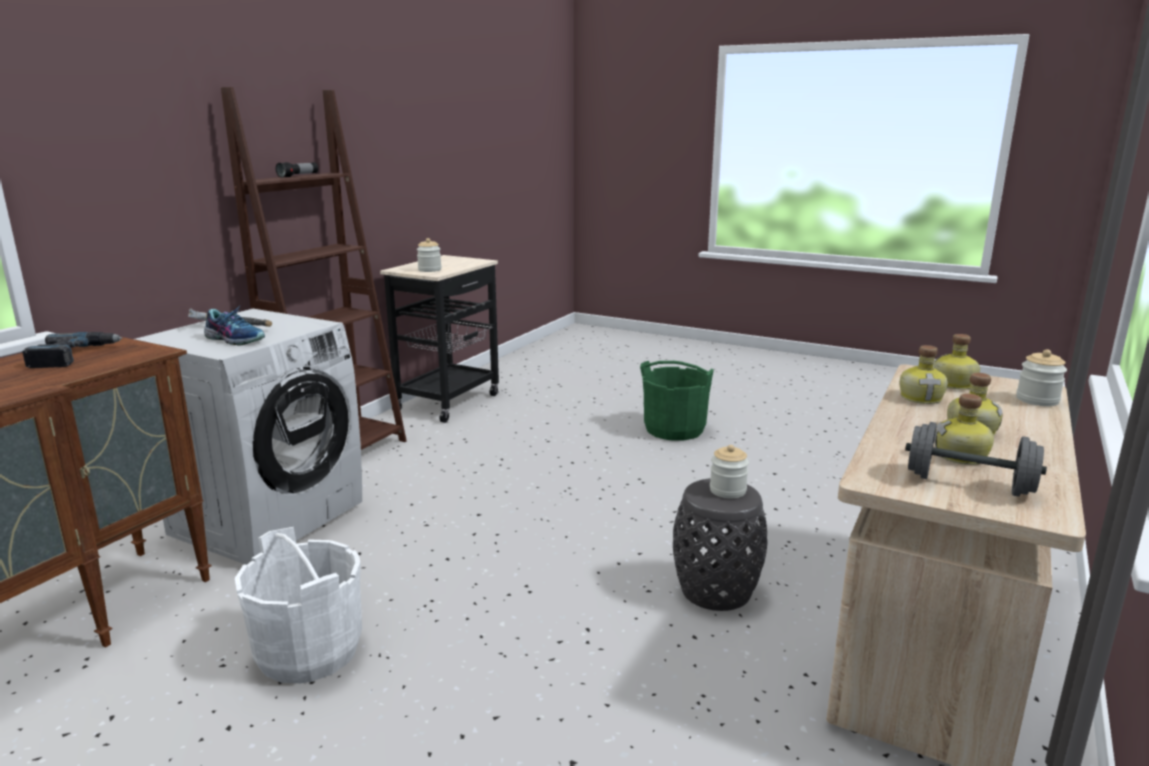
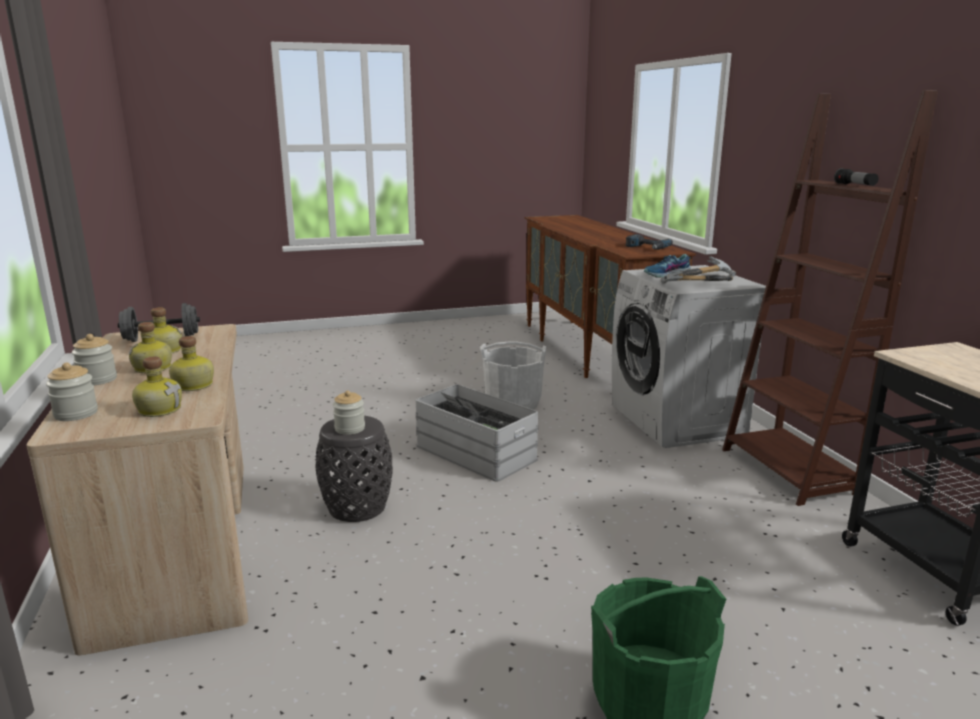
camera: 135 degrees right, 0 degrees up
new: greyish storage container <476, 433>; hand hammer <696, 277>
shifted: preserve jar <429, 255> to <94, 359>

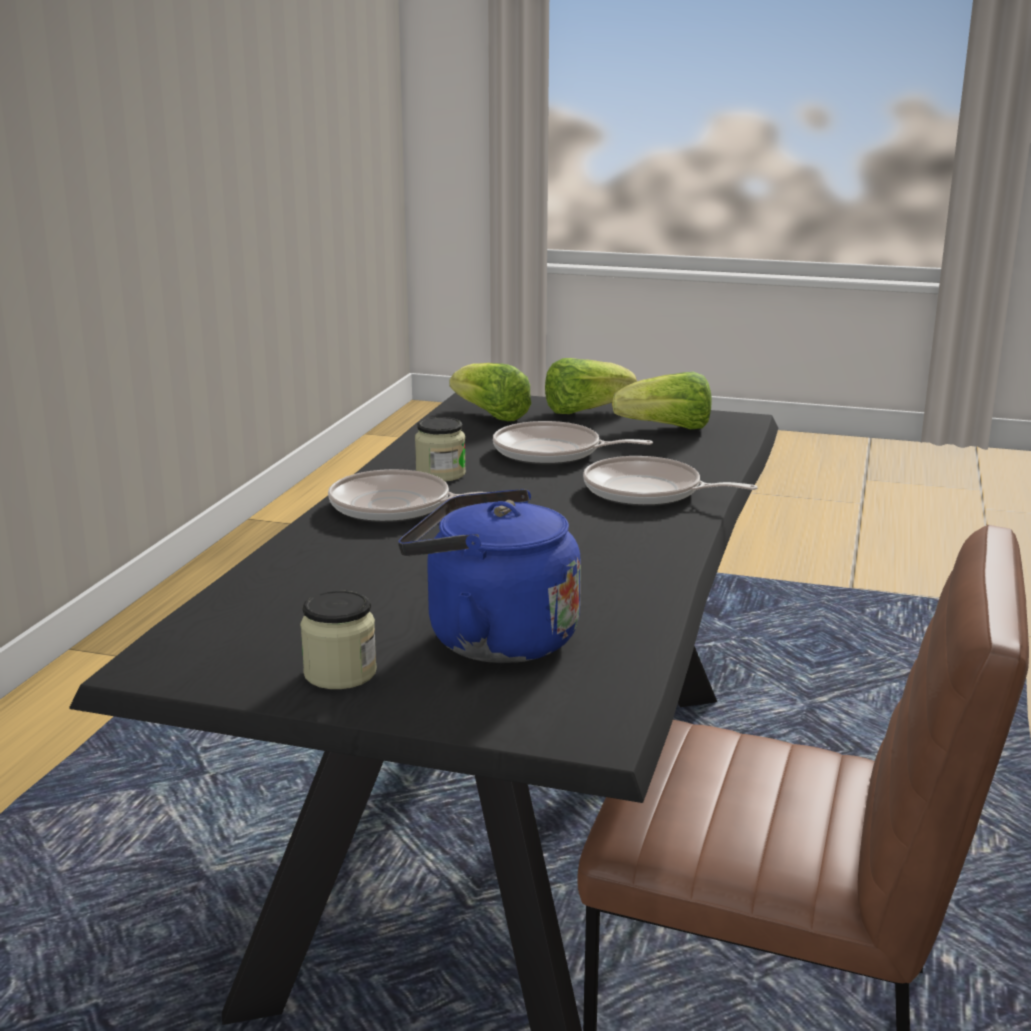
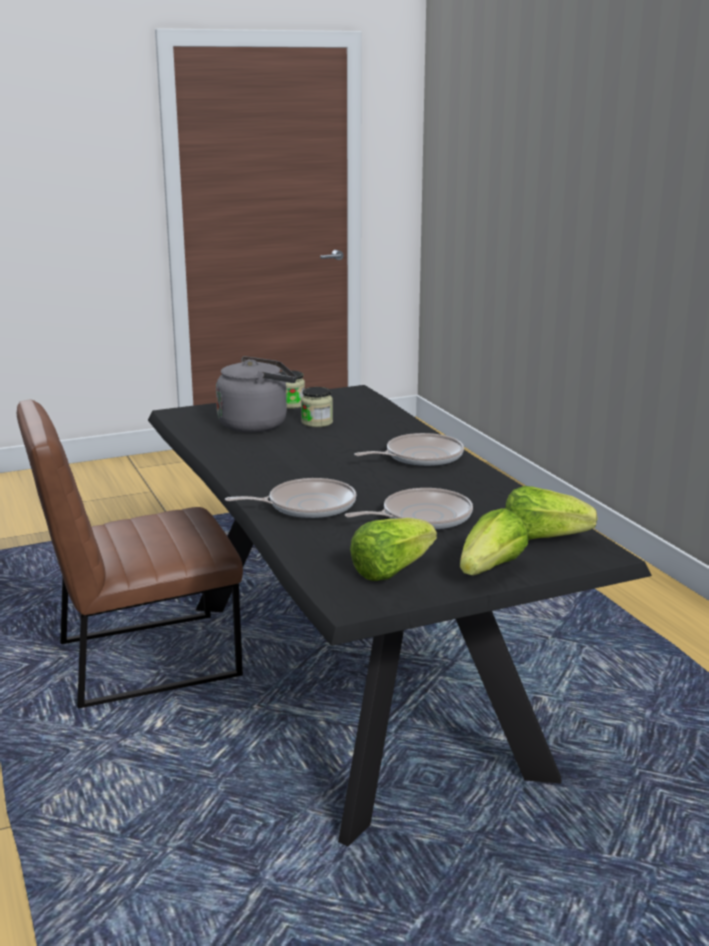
camera: 140 degrees right, 0 degrees up
shifted: preserve jar <440, 449> to <317, 407>
repainted: bluish water kettle <489, 576> to greyish water kettle <256, 394>

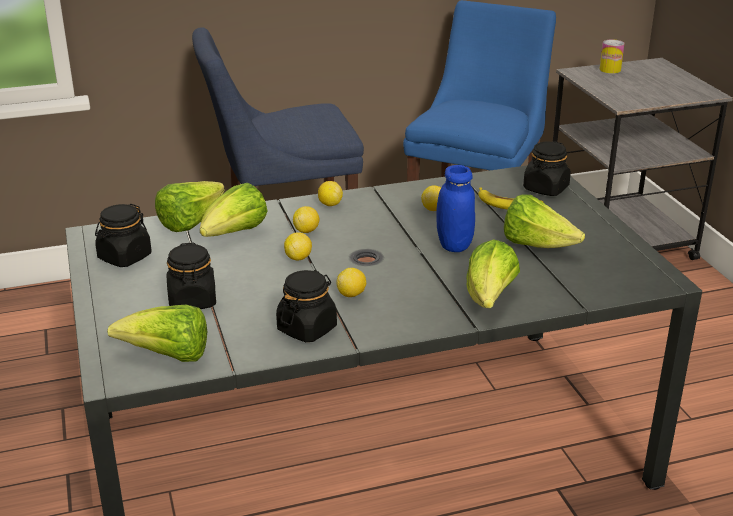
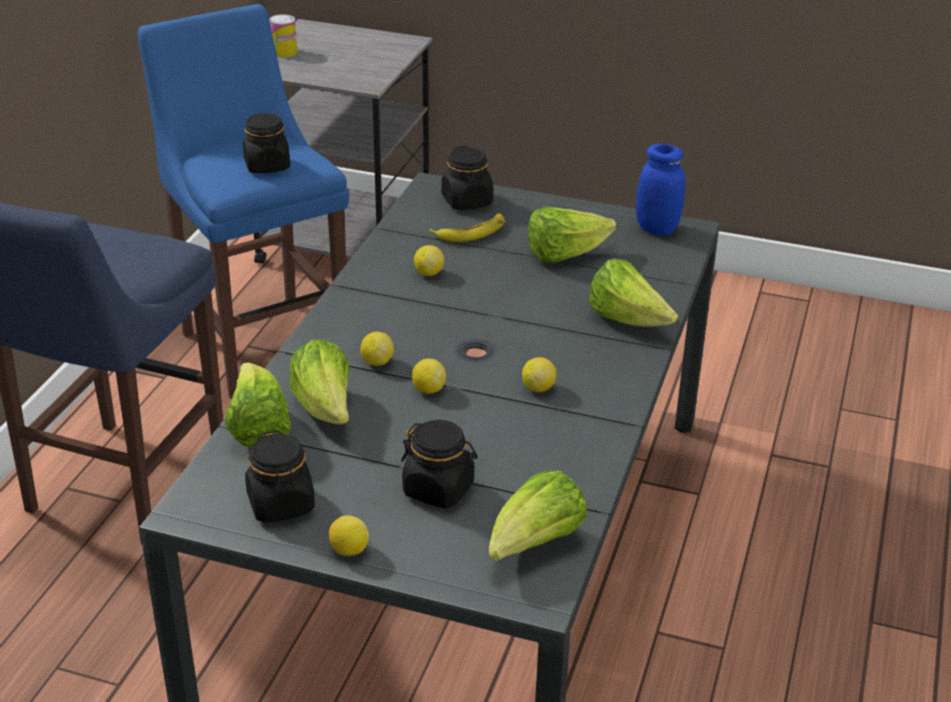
camera: 55 degrees left, 5 degrees up
shifted: black-coloured preserve jar <306, 306> to <266, 143>; lemon <330, 193> to <349, 535>; bluish preserve jar <455, 208> to <661, 189>

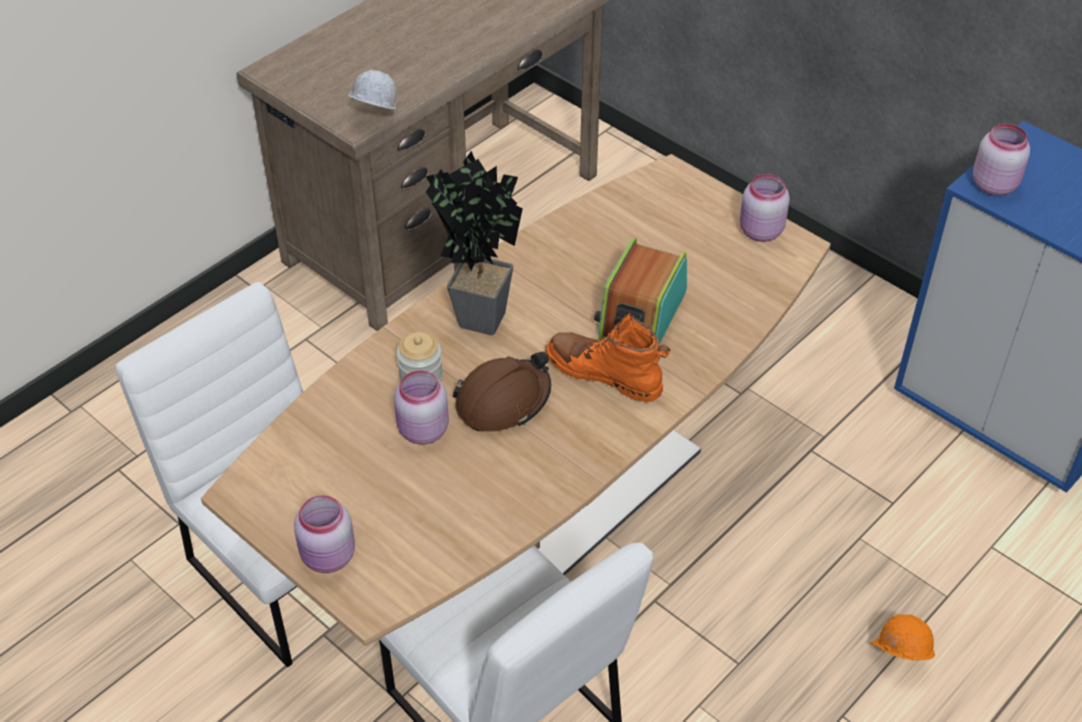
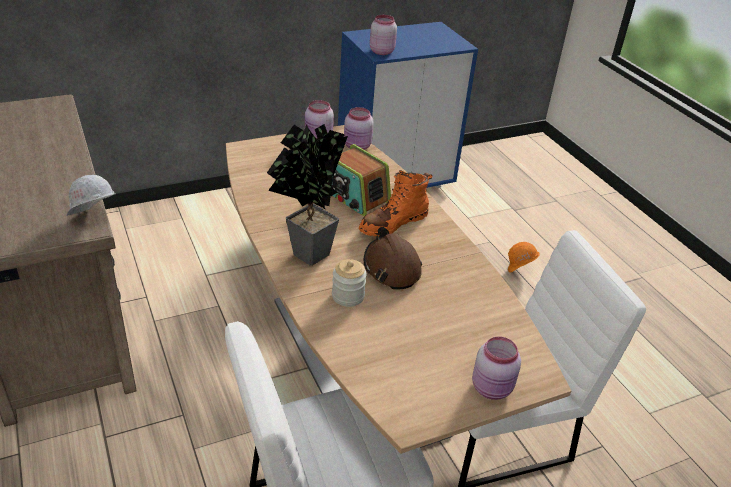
camera: 70 degrees left, 10 degrees down
shifted: pinkish preserve jar <421, 407> to <359, 128>

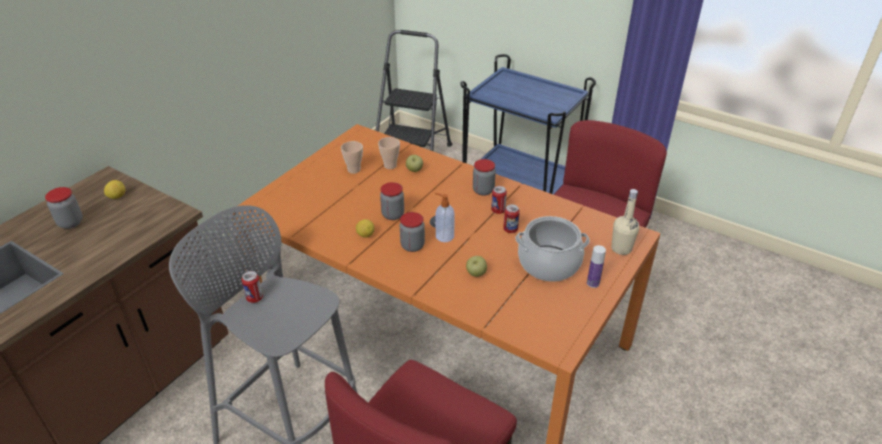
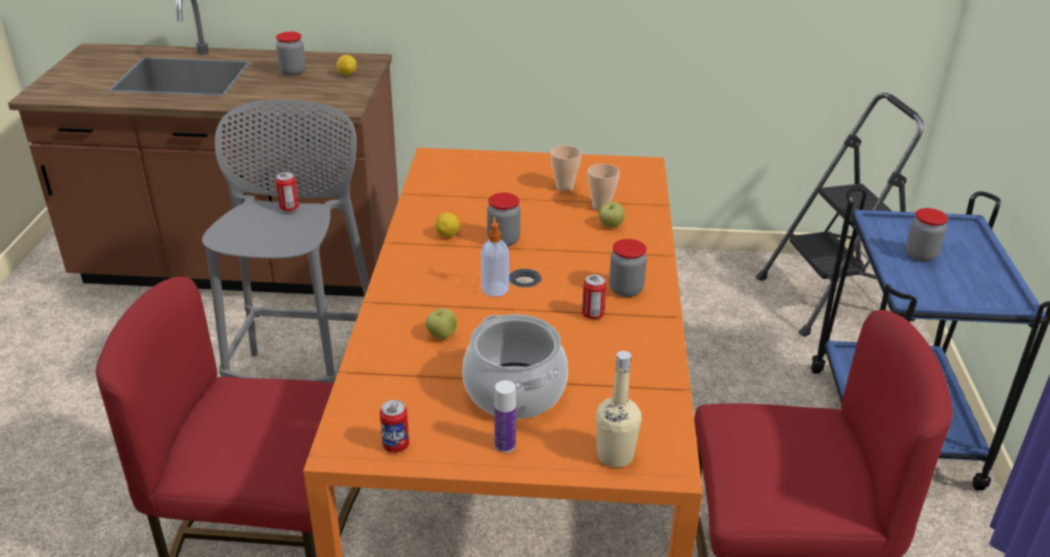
camera: 60 degrees right, 5 degrees down
shifted: sealed can <511, 218> to <394, 426>; preserve jar <412, 232> to <927, 235>

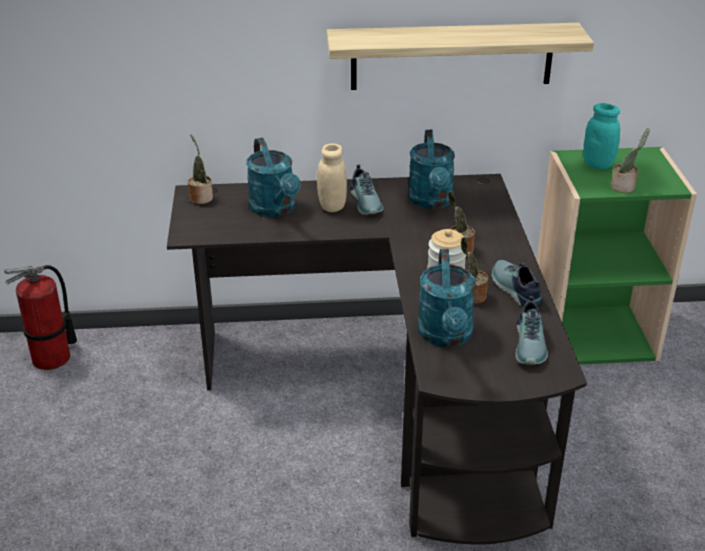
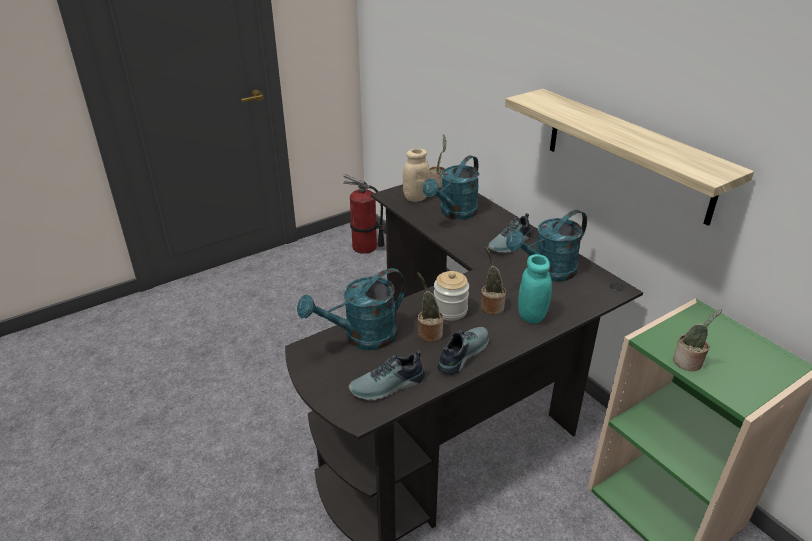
camera: 60 degrees right, 0 degrees up
shifted: beige preserve jar <332, 178> to <416, 175>; turquoise preserve jar <601, 136> to <535, 289>

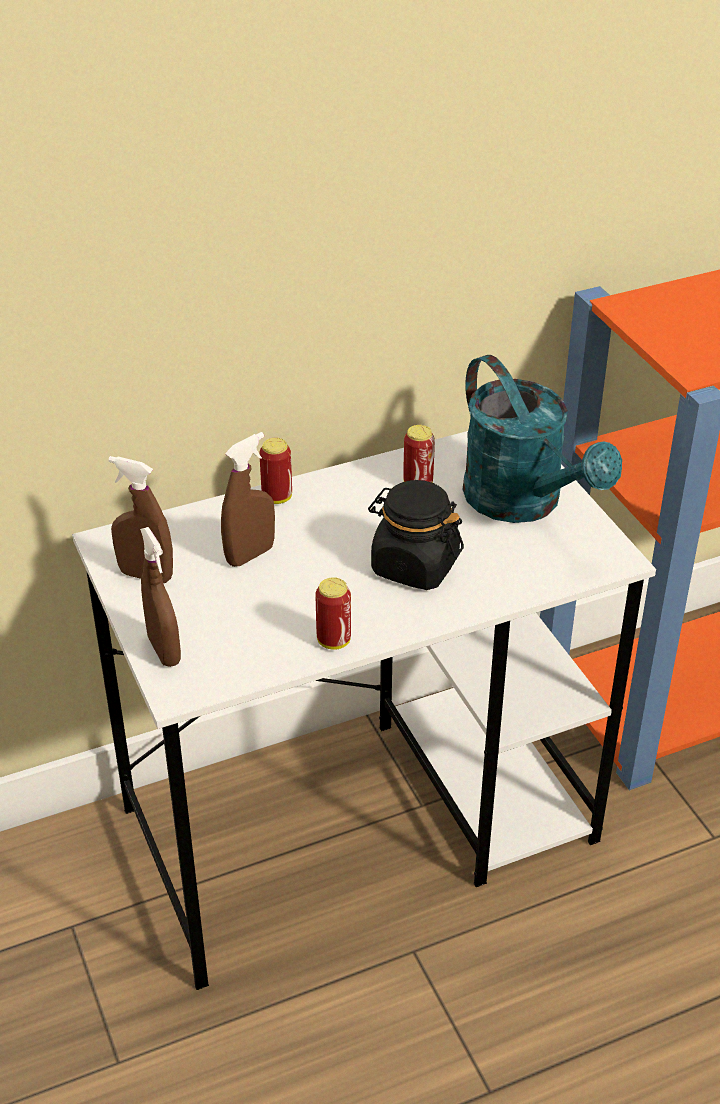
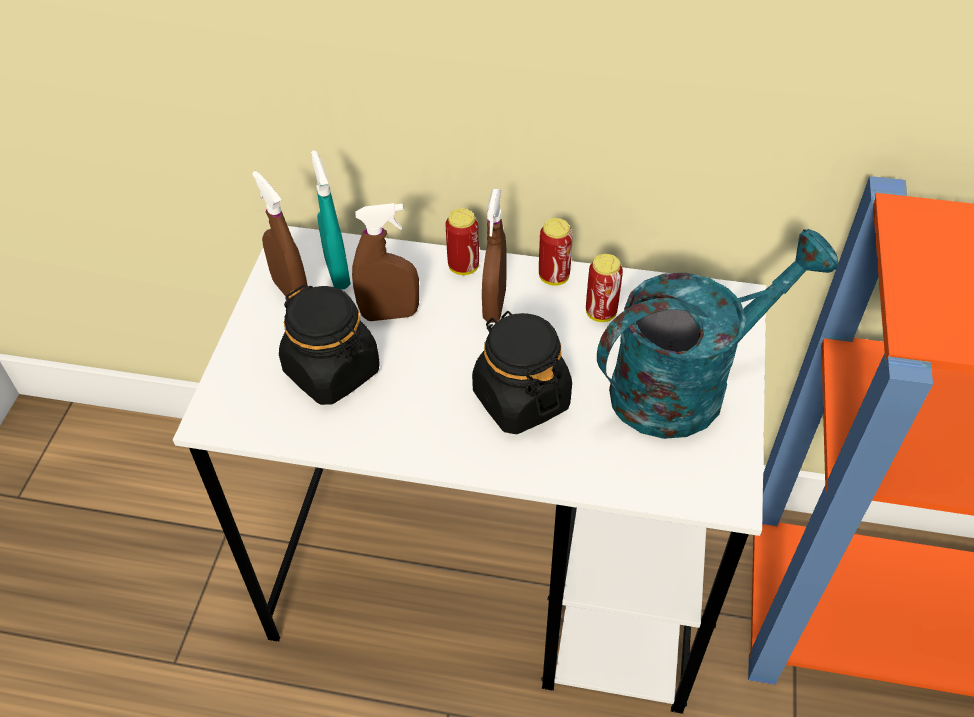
camera: 35 degrees right, 10 degrees up
new: black-coloured preserve jar <329, 344>; turquoise hand sprayer <331, 220>
shifted: brownish hand sprayer <160, 597> to <494, 256>; sealed can <333, 613> to <556, 252>
rotated: turquoise watering pot <542, 439> = <718, 334> 120 degrees counterclockwise

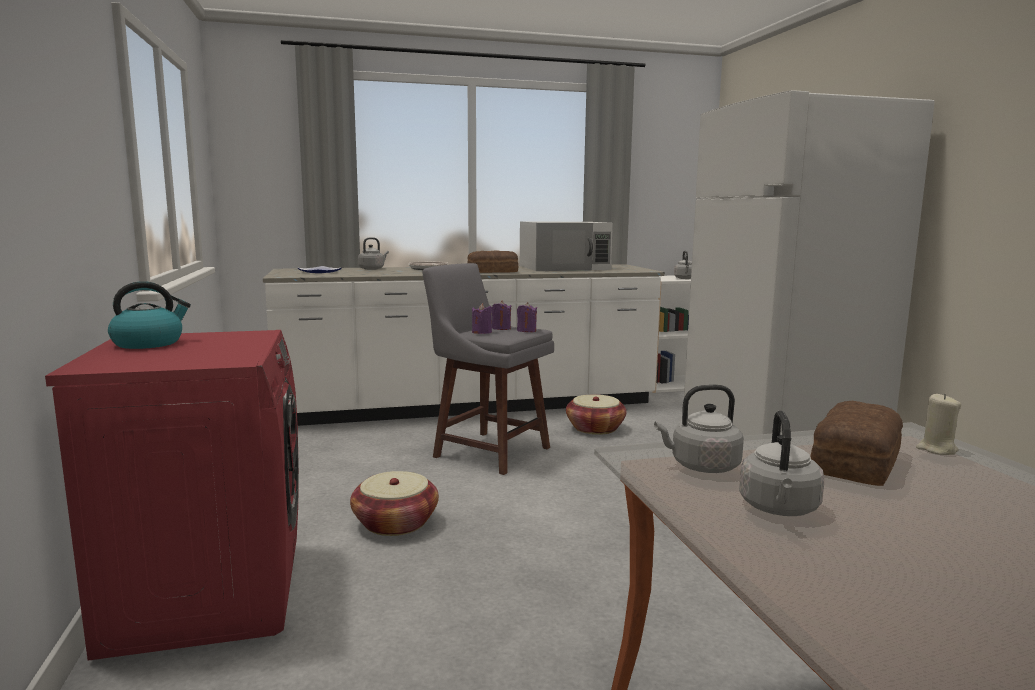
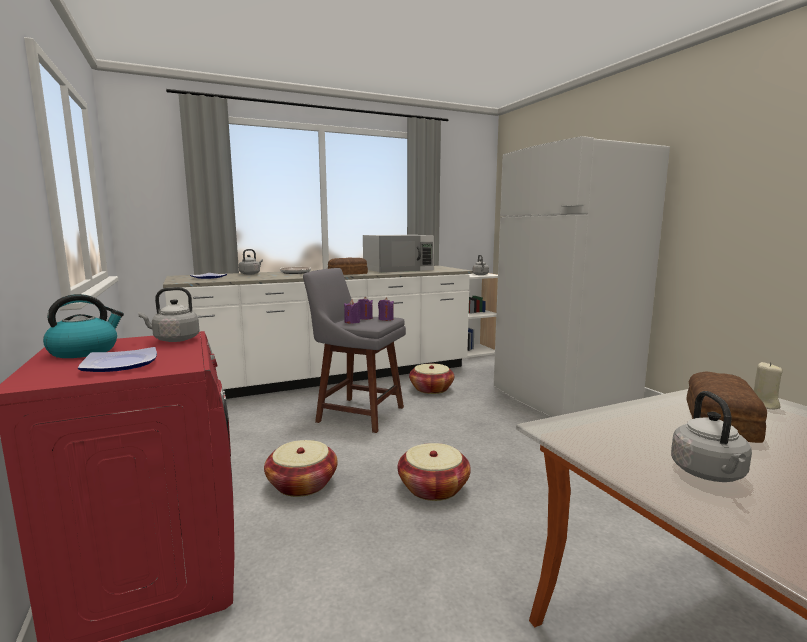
camera: 10 degrees left, 0 degrees up
new: dinner plate <117, 359>; storage basket <434, 472>
shifted: greyish water kettle <699, 429> to <169, 314>

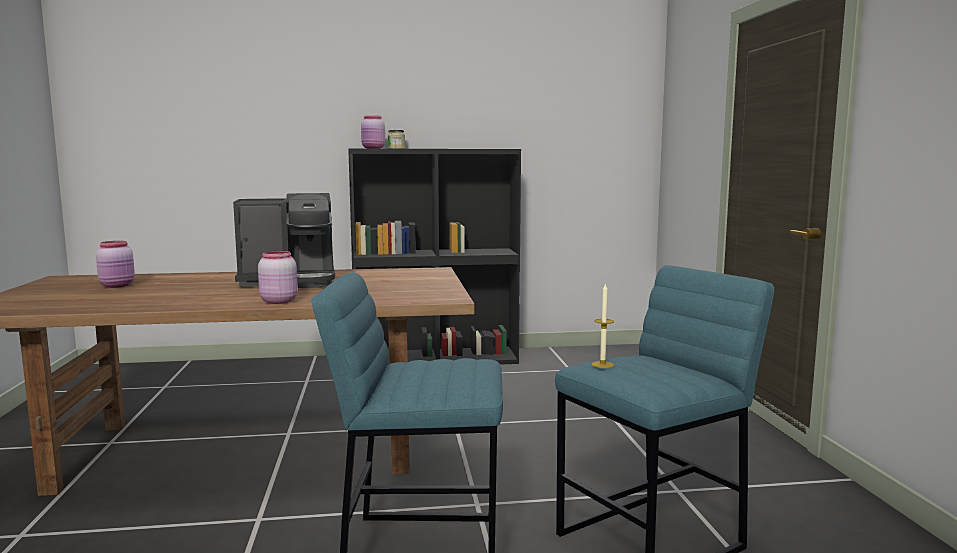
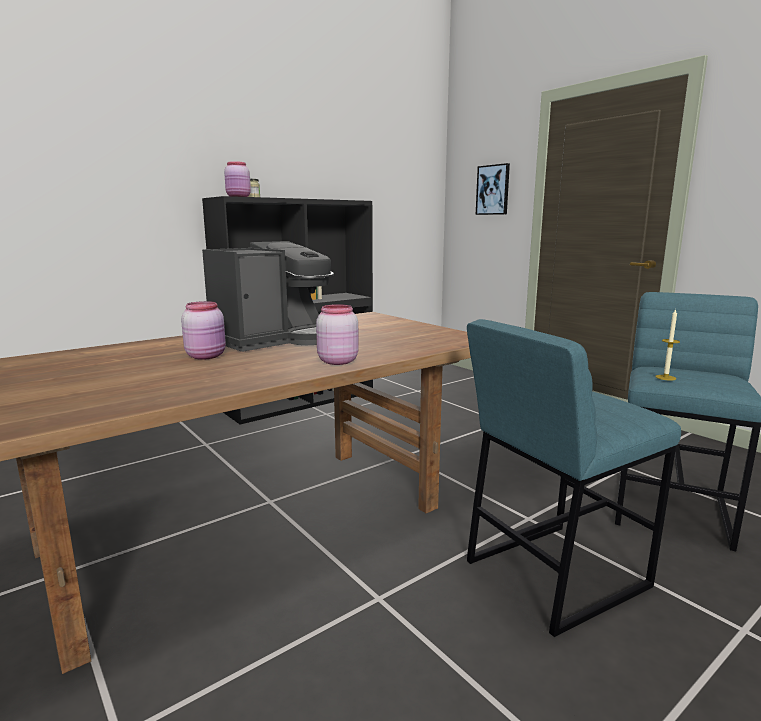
camera: 30 degrees left, 5 degrees up
new: wall art <493, 189>
shifted: pinkish preserve jar <115, 264> to <203, 330>

